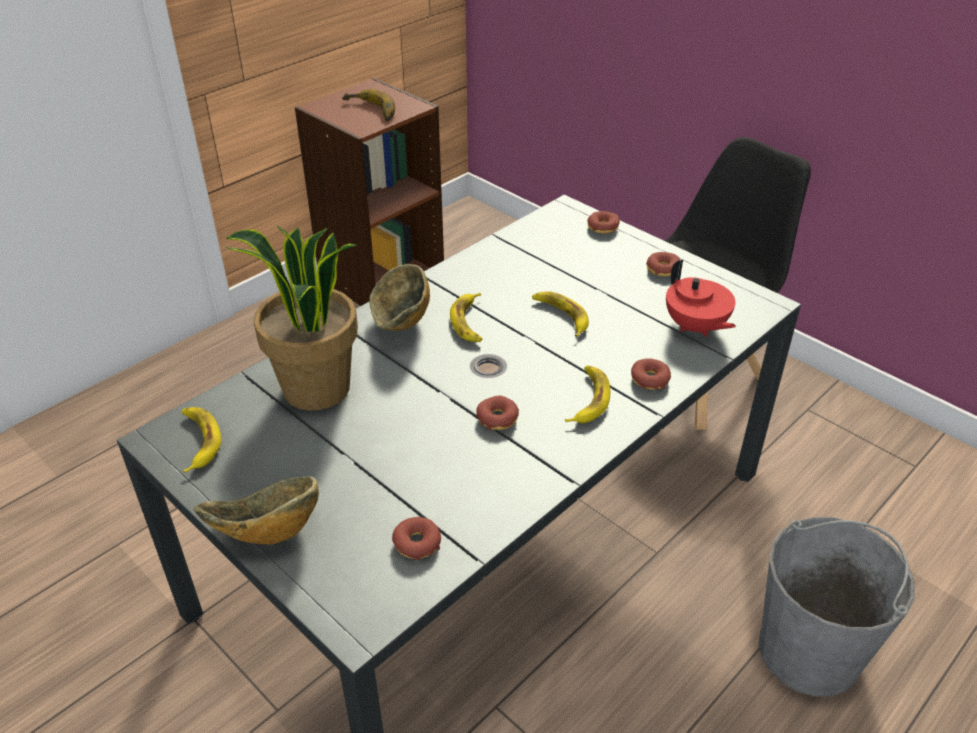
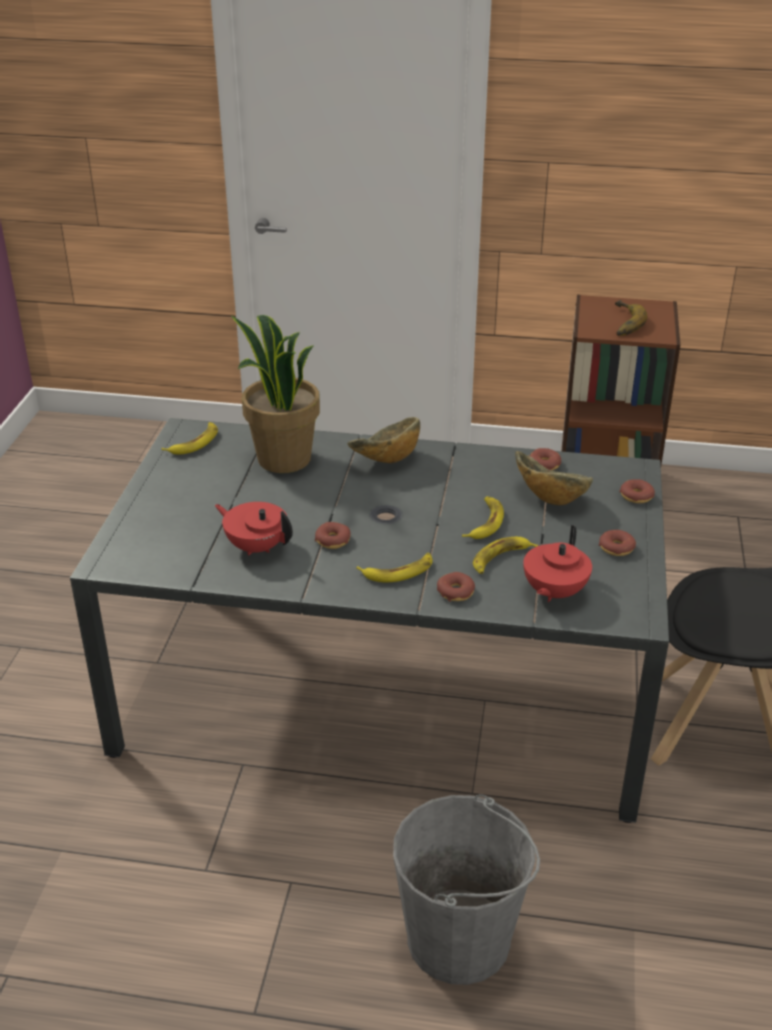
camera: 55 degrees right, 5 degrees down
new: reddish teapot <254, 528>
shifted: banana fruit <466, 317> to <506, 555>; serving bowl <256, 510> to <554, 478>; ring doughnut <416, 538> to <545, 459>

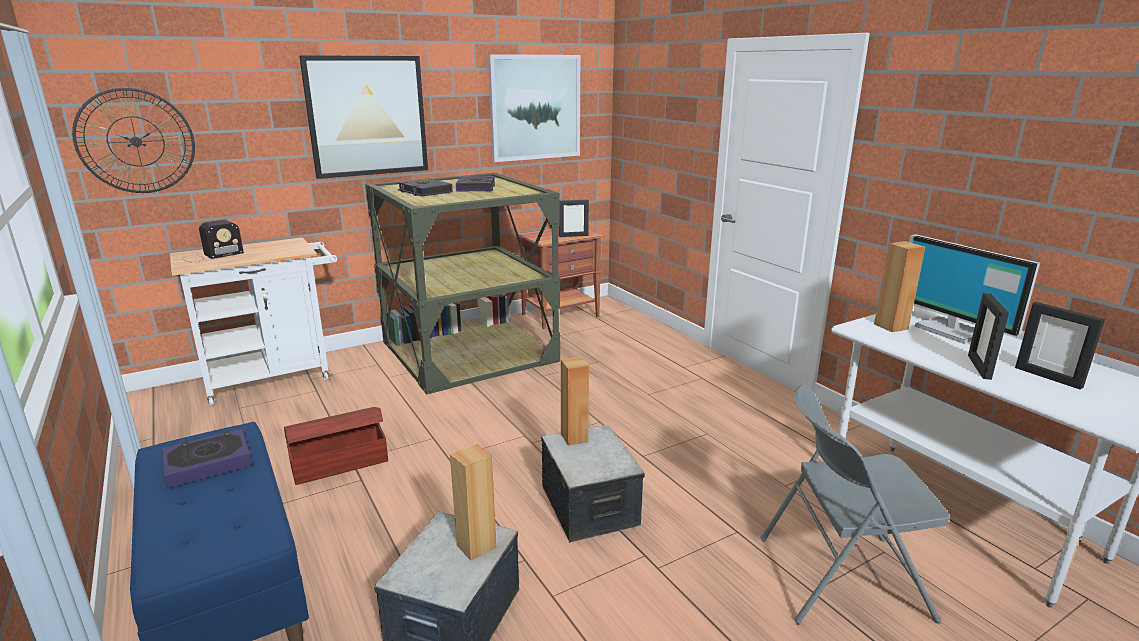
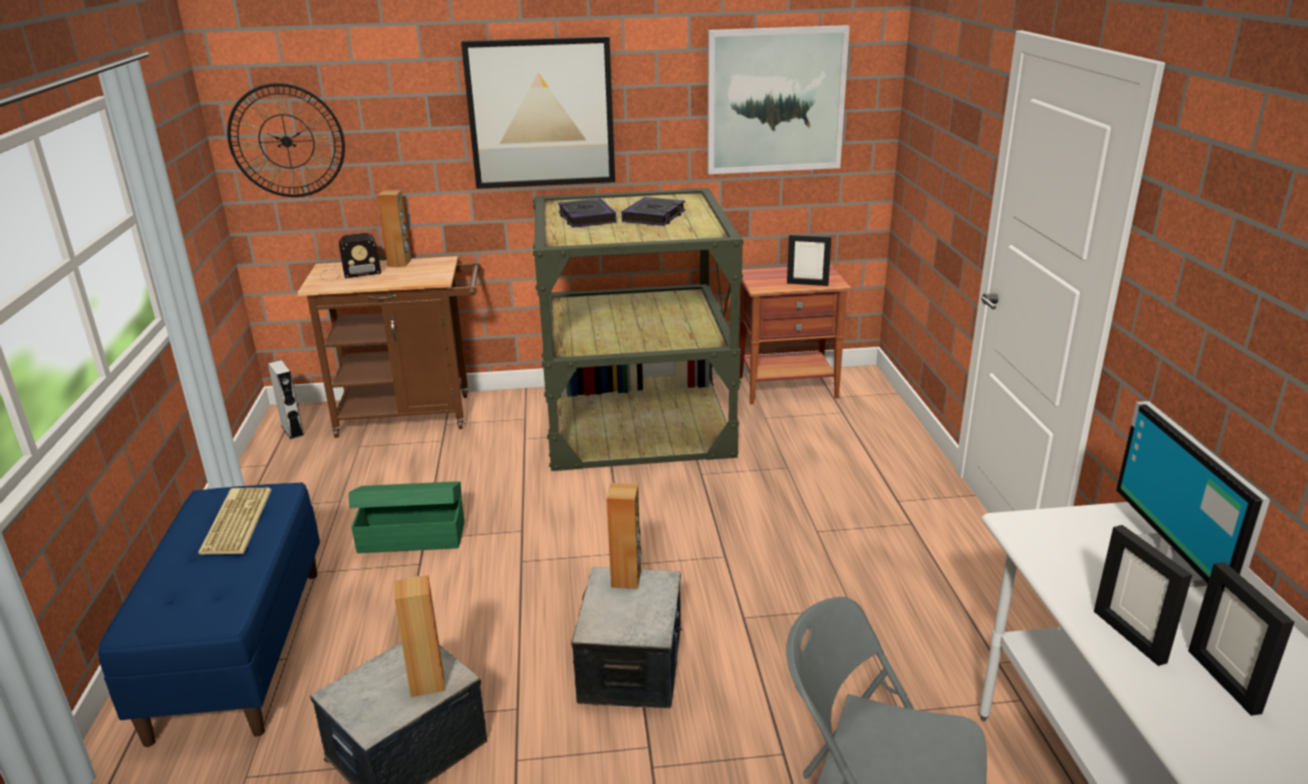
camera: 25 degrees right, 5 degrees up
new: greyish loudspeaker <286, 399>
shifted: brownish loudspeaker <899, 286> to <394, 228>
swapped: bound book <207, 458> to computer keyboard <234, 521>
repainted: whitish trolley <253, 321> to brownish trolley <389, 347>; brownish storage container <336, 446> to greenish storage container <406, 517>
rotated: photo frame <988, 336> = <1143, 595> 60 degrees counterclockwise

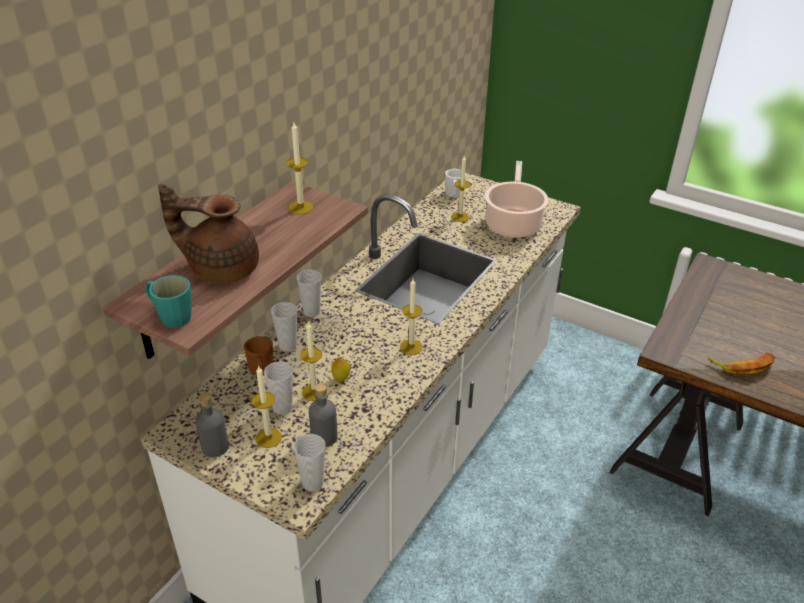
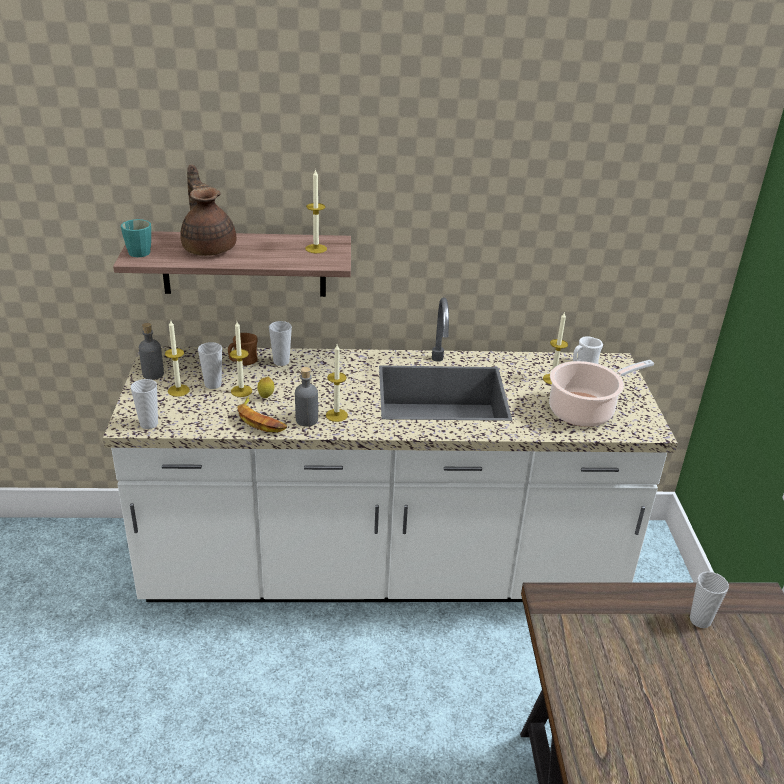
camera: 55 degrees right, 5 degrees down
shifted: banana fruit <741, 363> to <262, 415>; greyish bottle <323, 415> to <306, 397>; small cup <309, 293> to <709, 600>

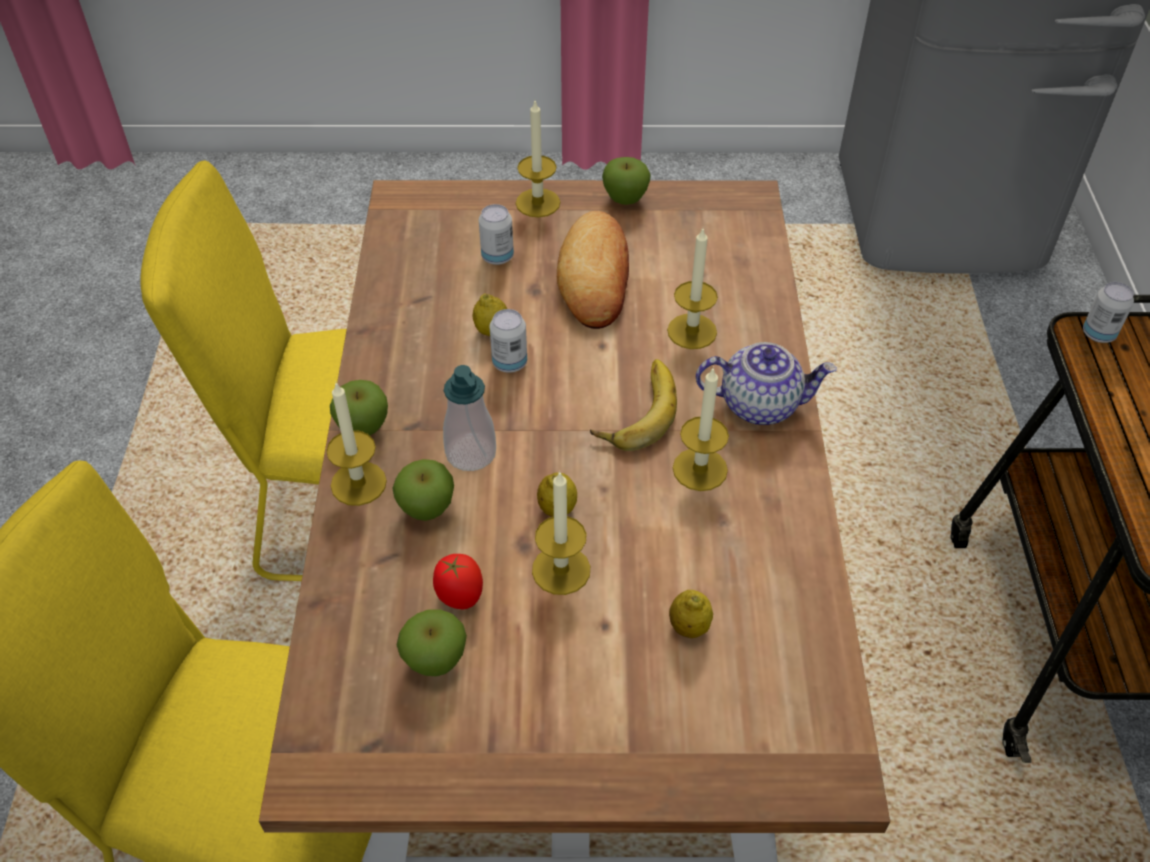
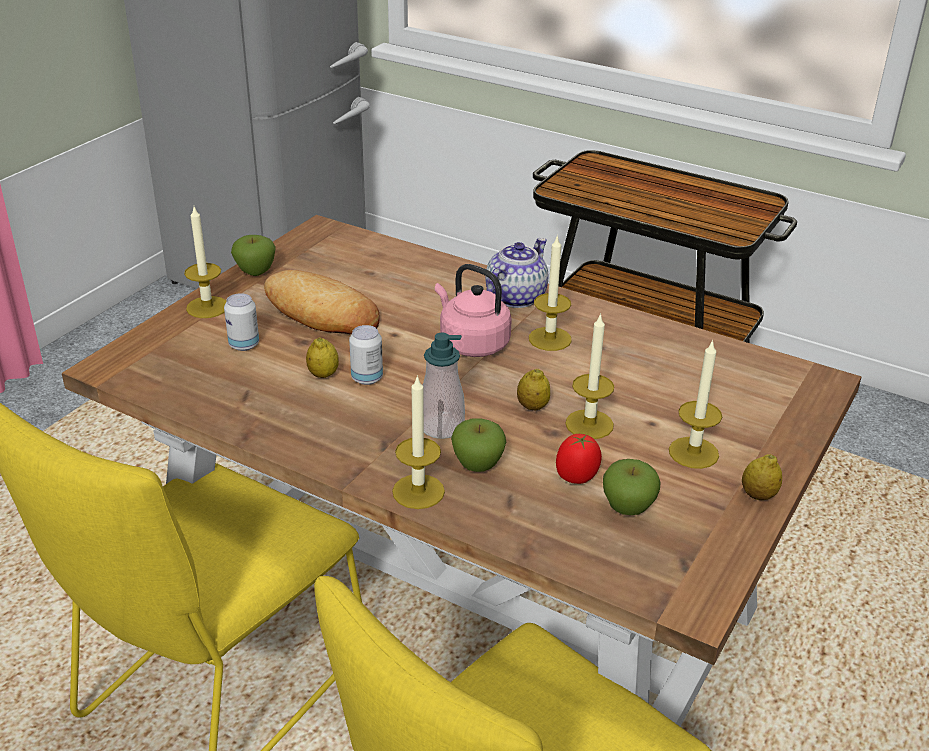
camera: 60 degrees left, 15 degrees down
gone: apple fruit <359, 407>; sealed can <1108, 312>
shifted: wax light <692, 289> to <695, 404>; lemon <691, 614> to <762, 477>
swapped: banana fruit <633, 405> to pinkish water kettle <473, 310>

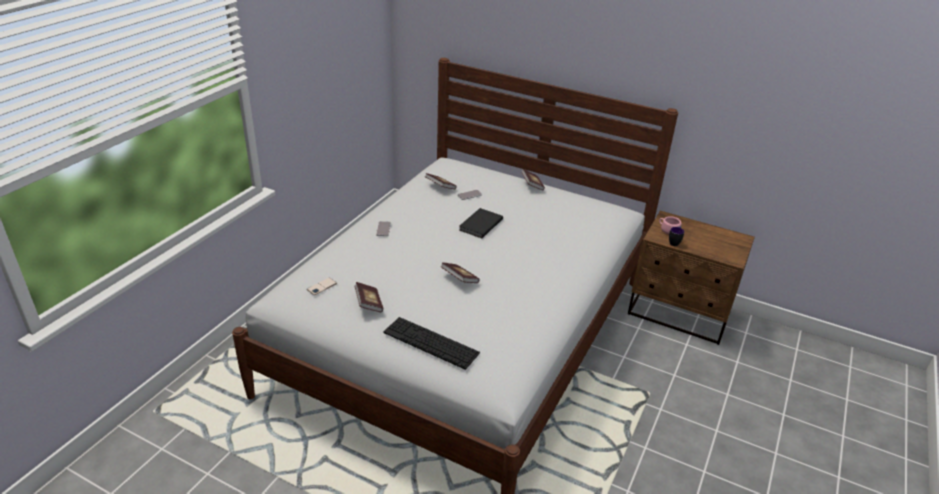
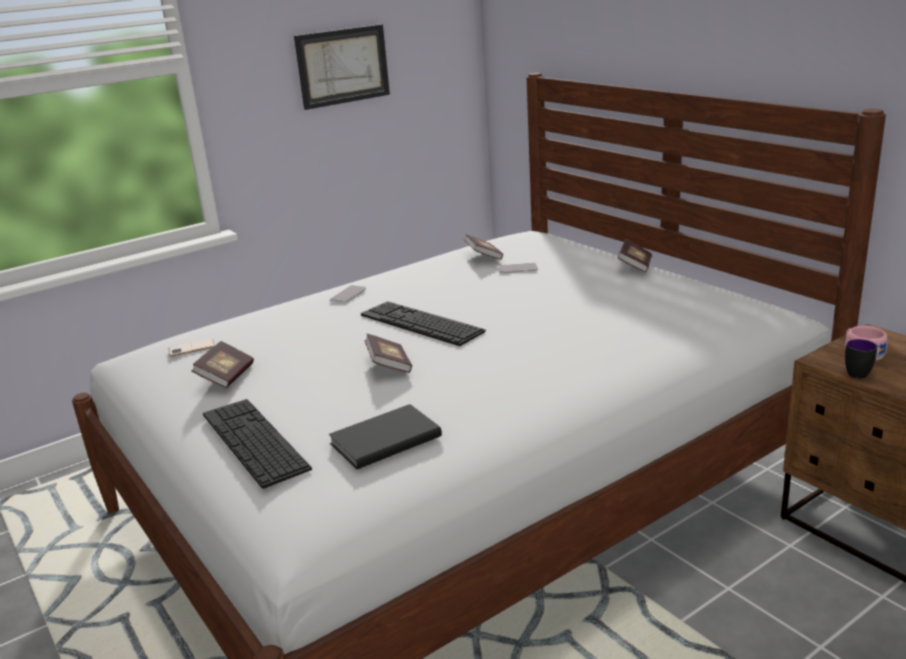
camera: 30 degrees right, 10 degrees down
new: wall art <342, 67>; computer keyboard <423, 323>
shifted: black-coloured bound book <481, 223> to <385, 436>

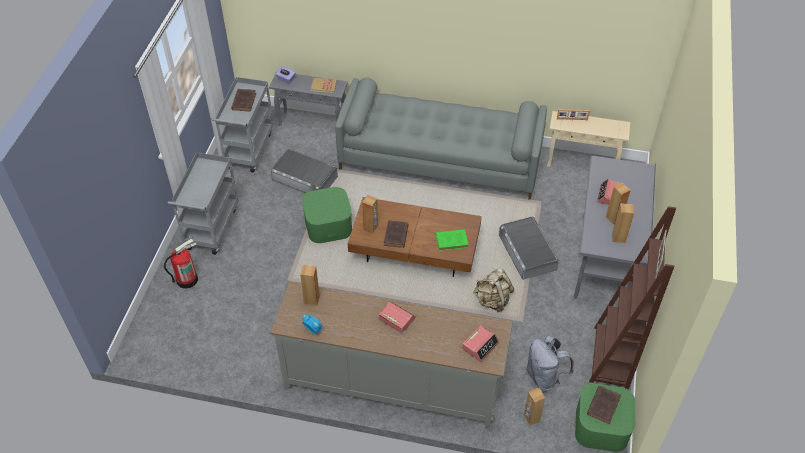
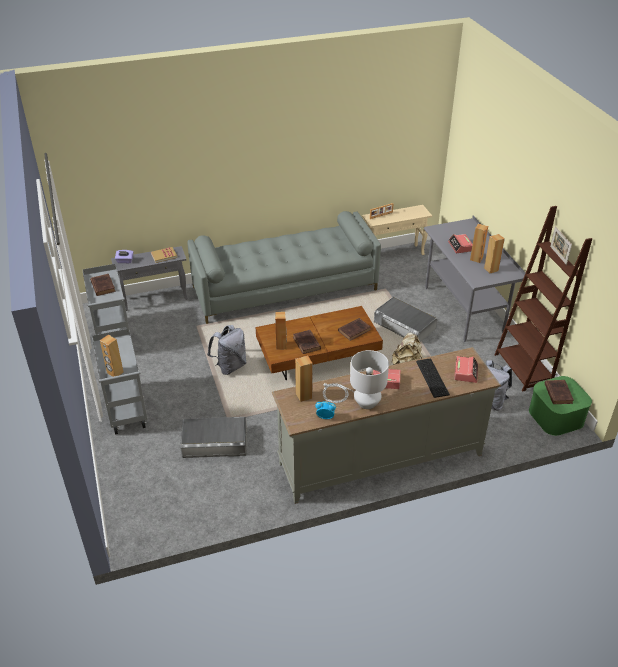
camera: 30 degrees left, 10 degrees down
gone: fire-fighting cylinder <181, 263>
new: greyish table lamp <356, 379>; computer keyboard <433, 378>
shifted: brownish loudspeaker <534, 407> to <112, 356>; greyish storage container <304, 171> to <213, 437>
swapped: greenish storage container <327, 215> to greyish knapsack <226, 350>
repainted: greenish bound book <452, 240> to brownish bound book <354, 329>

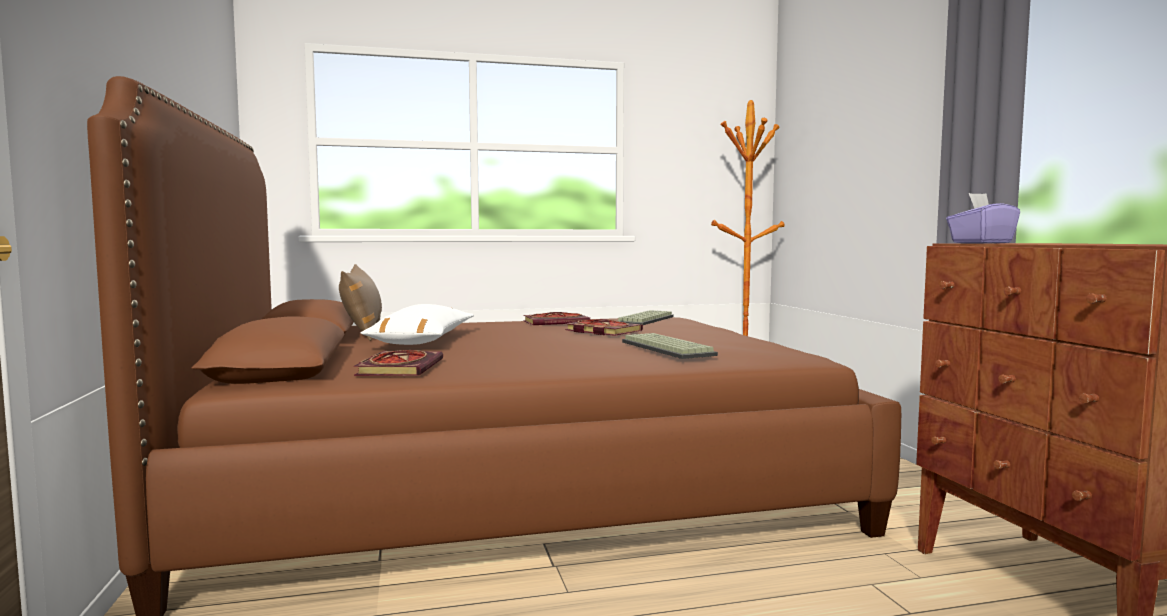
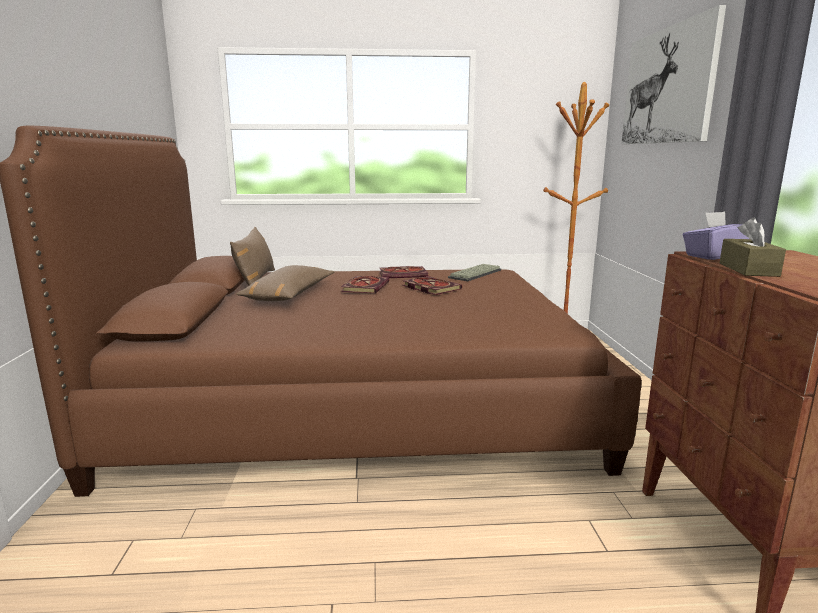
camera: 10 degrees right, 10 degrees up
gone: computer keyboard <670, 346>
new: wall art <673, 74>; brownish box of tissues <753, 247>
shifted: bound book <398, 363> to <365, 284>
repainted: whitish cushion <417, 324> to brownish cushion <285, 283>

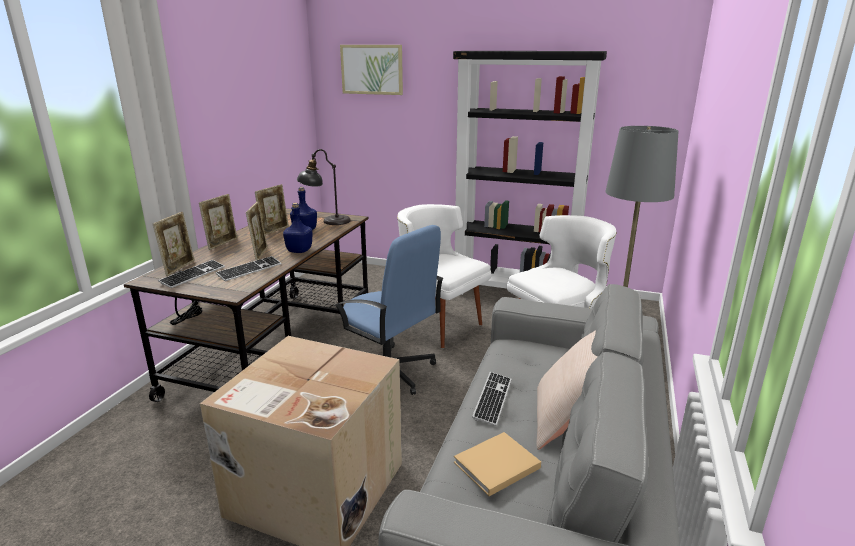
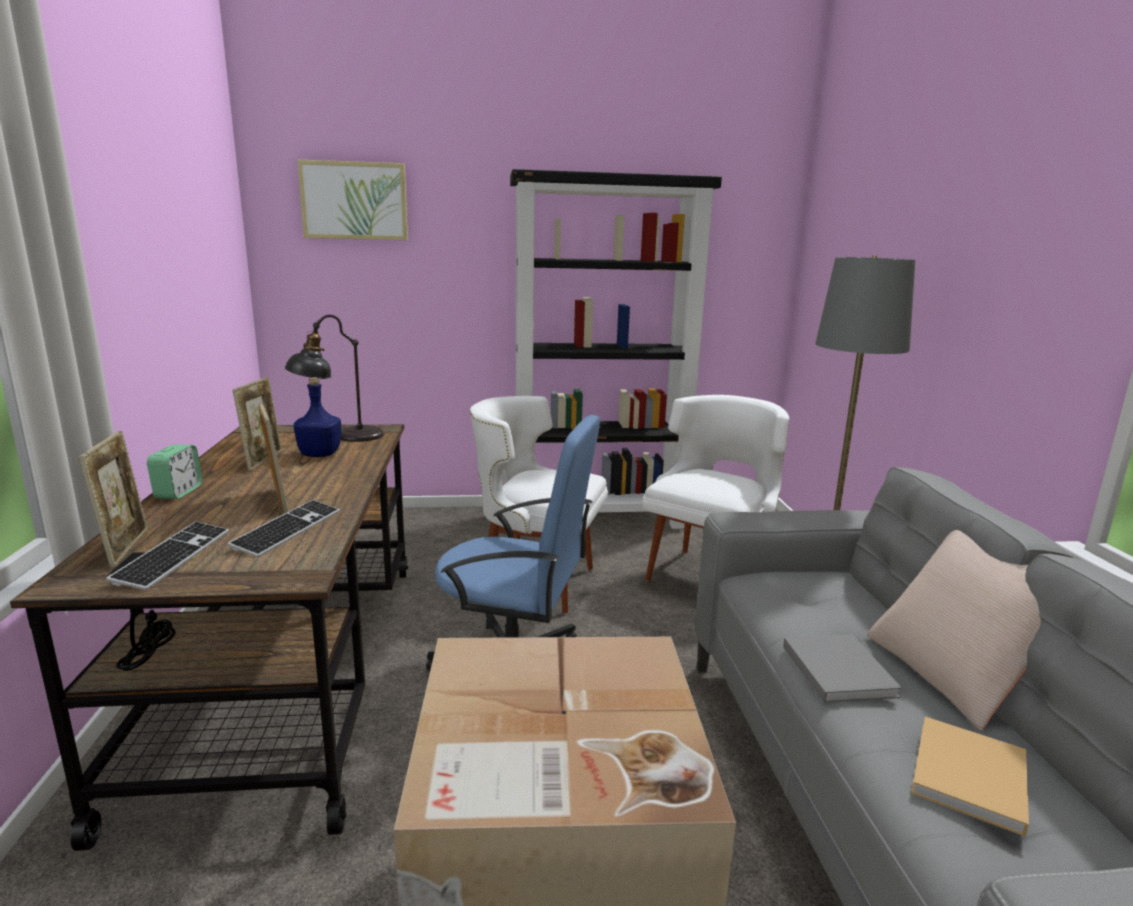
camera: 25 degrees left, 5 degrees down
gone: bluish bottle <297, 228>
swapped: photo frame <218, 222> to bedside clock <174, 472>; computer keyboard <491, 399> to greyish bound book <842, 668>

